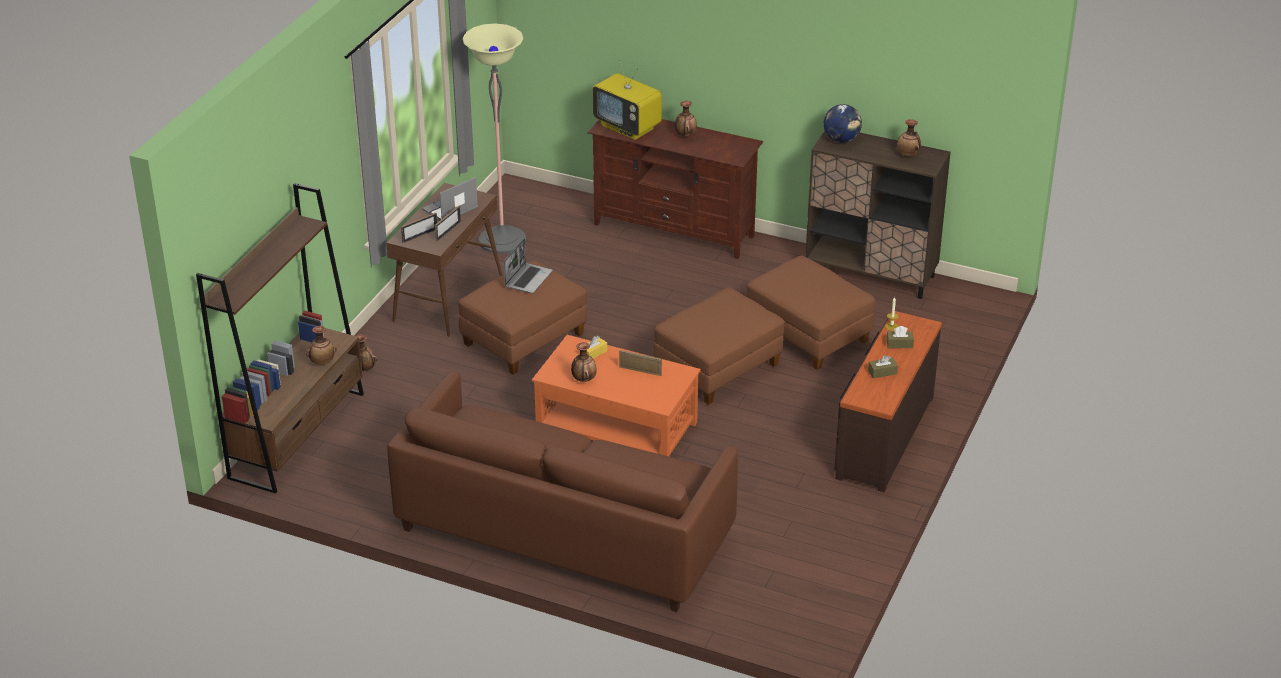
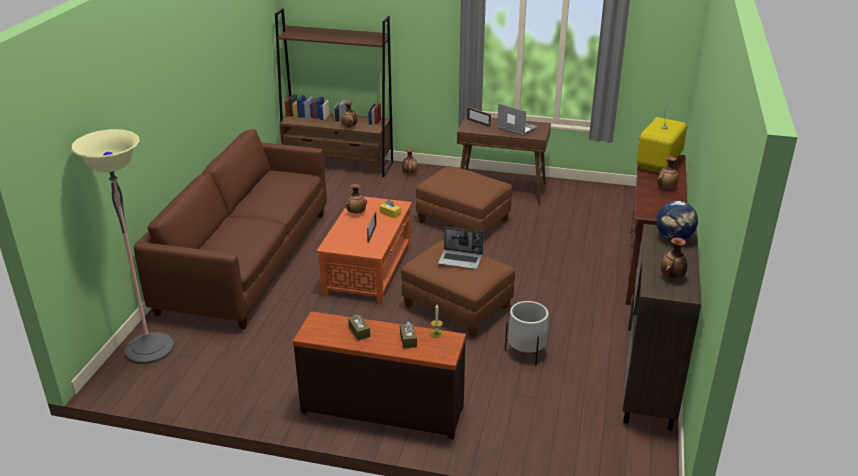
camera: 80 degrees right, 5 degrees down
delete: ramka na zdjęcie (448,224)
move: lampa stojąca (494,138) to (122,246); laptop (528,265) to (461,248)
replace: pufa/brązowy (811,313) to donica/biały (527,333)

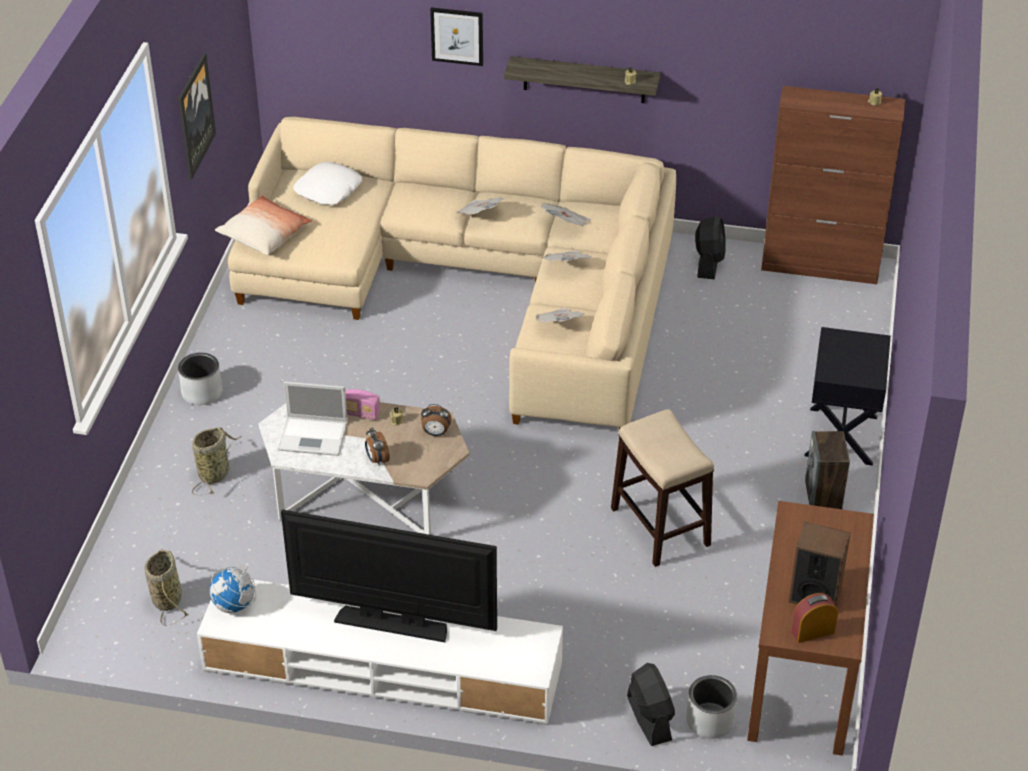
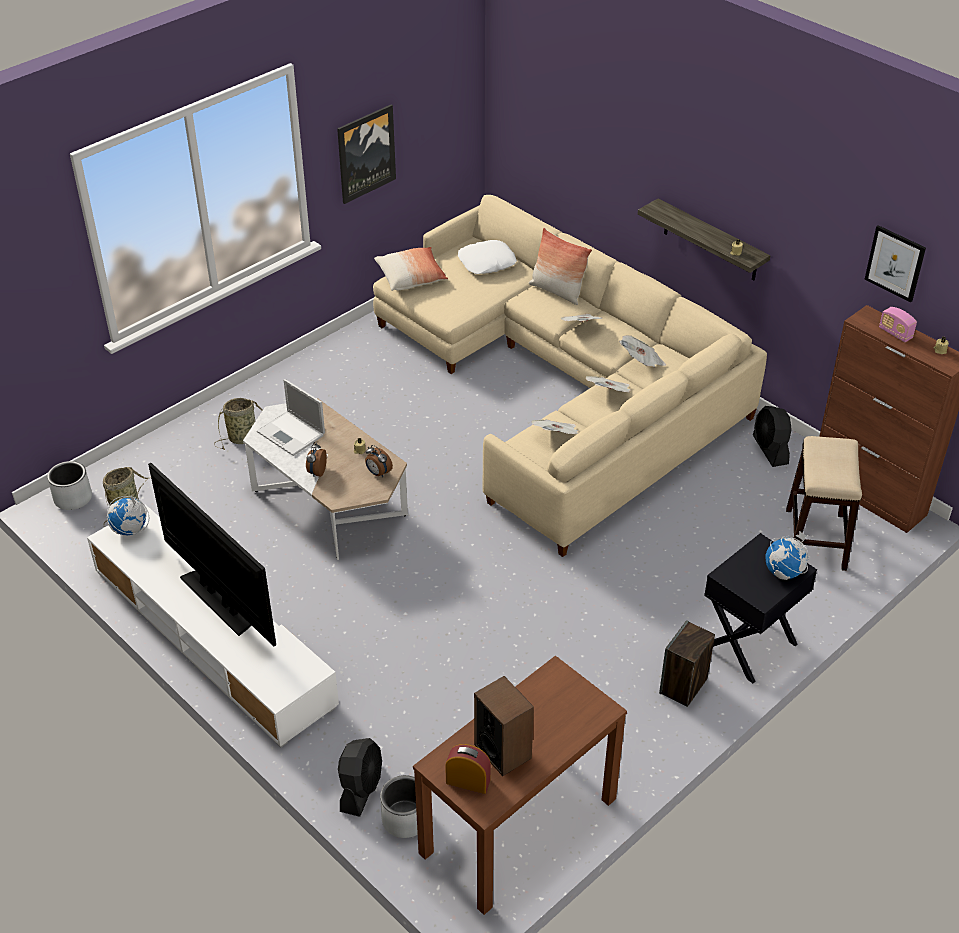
camera: 35 degrees right, 0 degrees up
insert: poduszka (560,266); globus (787,555)
move: donica/szary (200,379) to (69,485); radio (363,404) to (898,325); obraz (456,36) to (895,263); stołek (662,488) to (824,503)
rotate: wentylator/czarny (710,248) = (772,436) 120 degrees clockwise

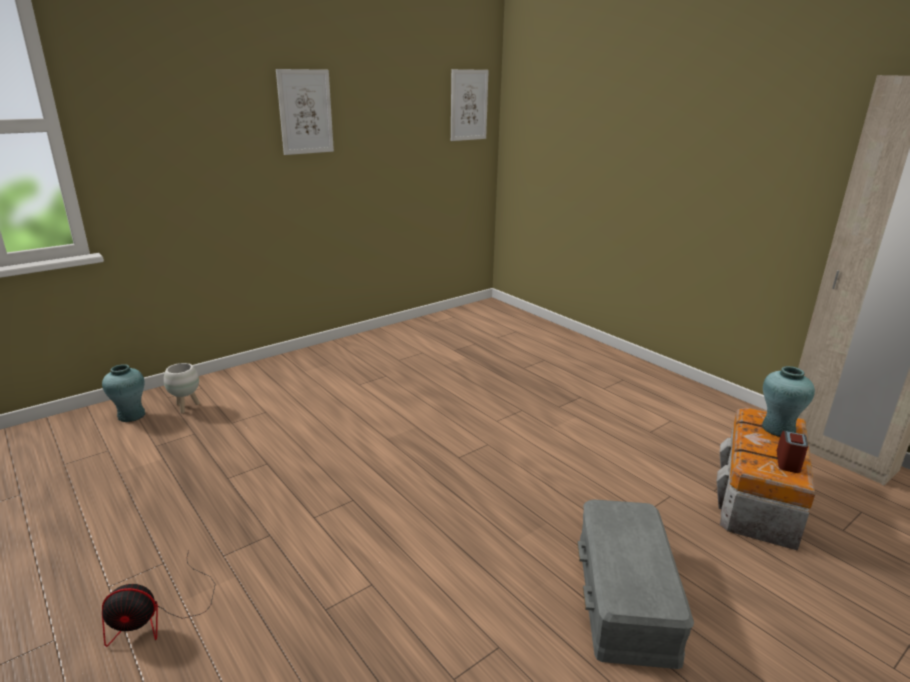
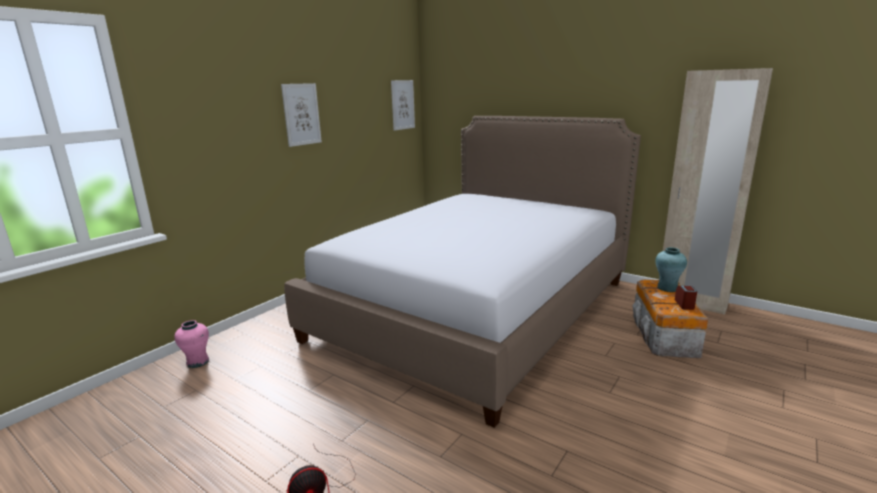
camera: 15 degrees left, 5 degrees down
delete: donica/biały (182,388); pojemnik do przechowywania/szary (635,584)
insert: łóżko (462,272)
recolor: wazon/turkusowy (123,393) to wazon/różowy (191,344)

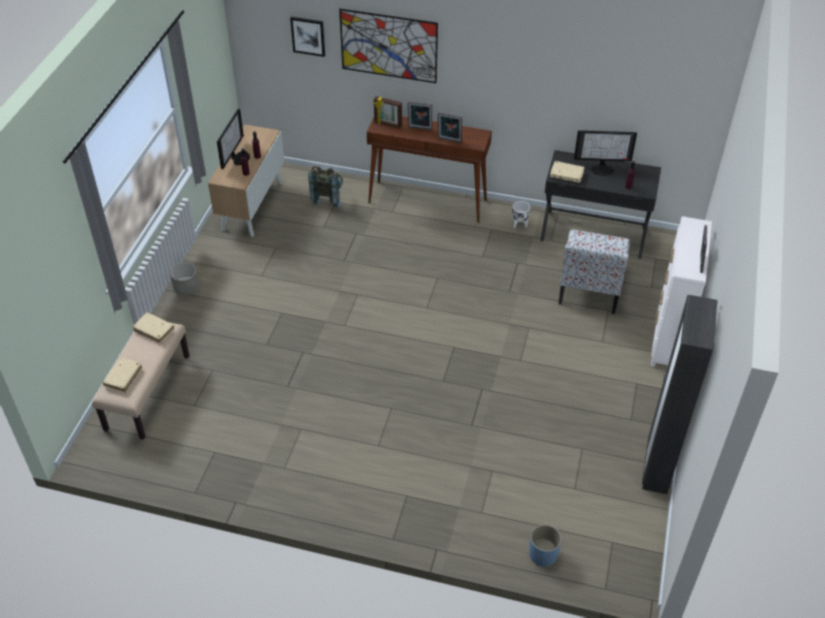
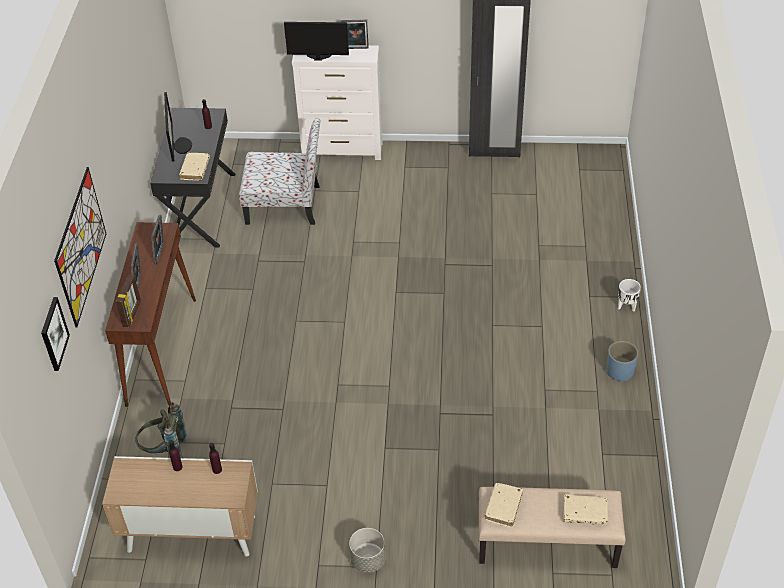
camera: 100 degrees left, 0 degrees up
move: monitor (233,138) to (316,41); donica/biały (521,214) to (629,295); donica/niebieski (545,545) to (622,361)

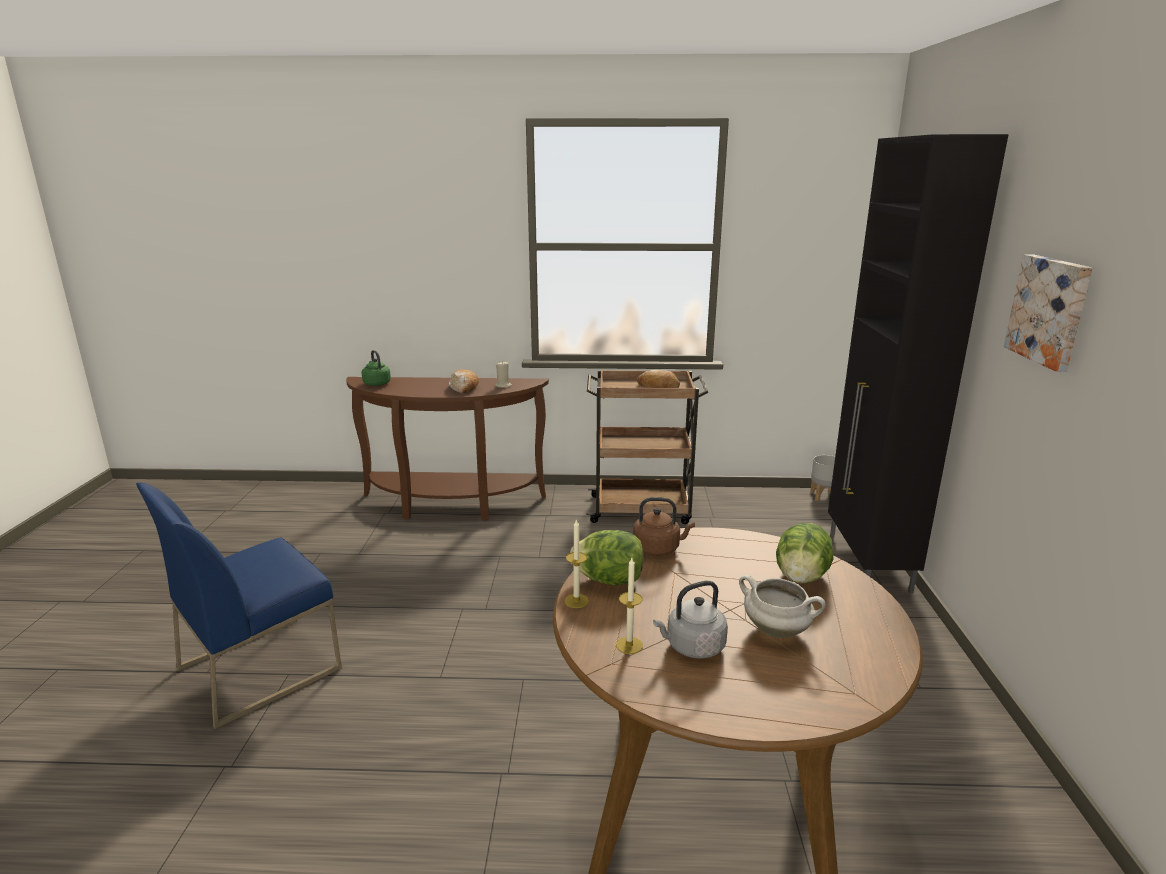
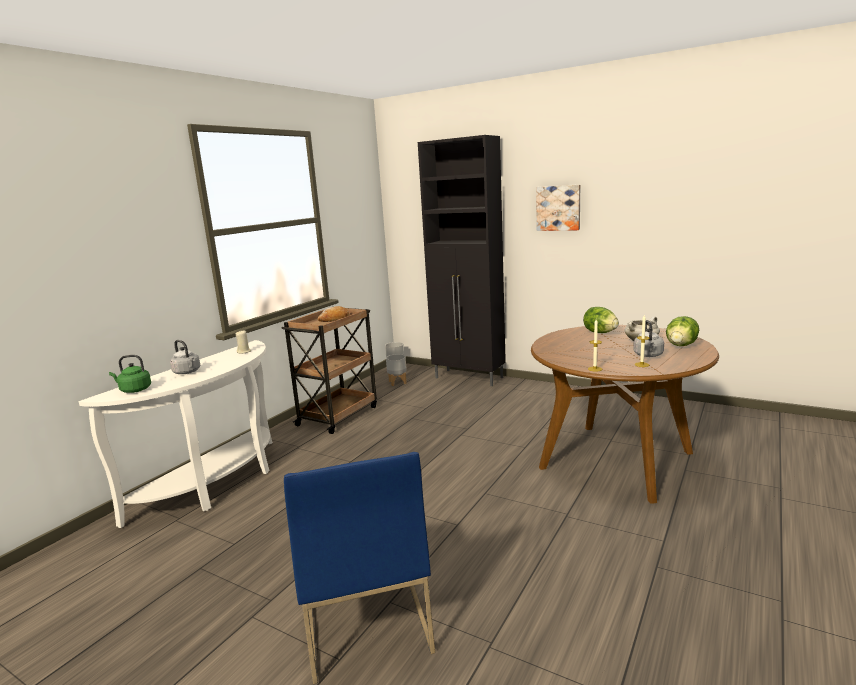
camera: 60 degrees left, 5 degrees down
delete: chleb (464,381); czajnik/brązowy (664,526)
insert: czajnik/szary (185,357); donica/szary (396,370)
move: sałata (607,557) to (682,331)
recolor: stolik konsolowy/brązowy (447,449) to stolik konsolowy/biały (175,434)

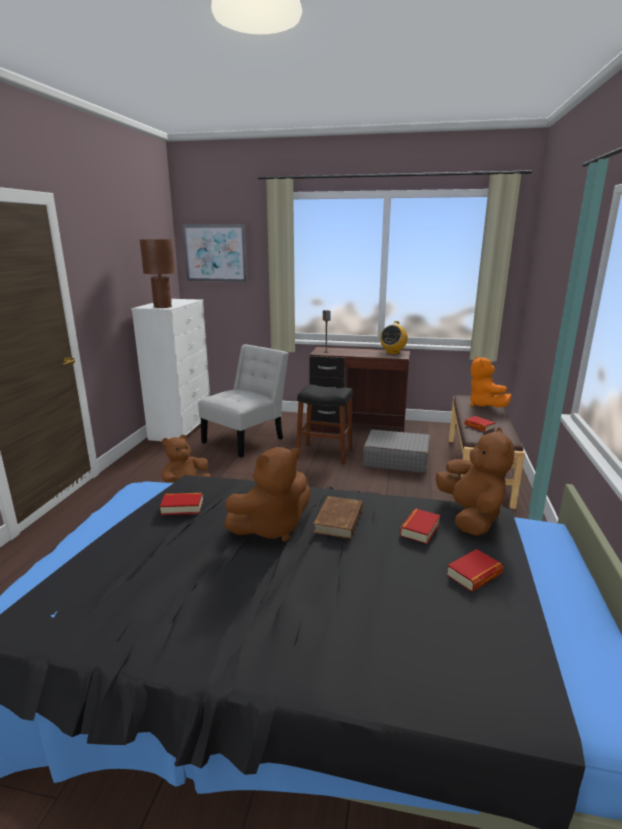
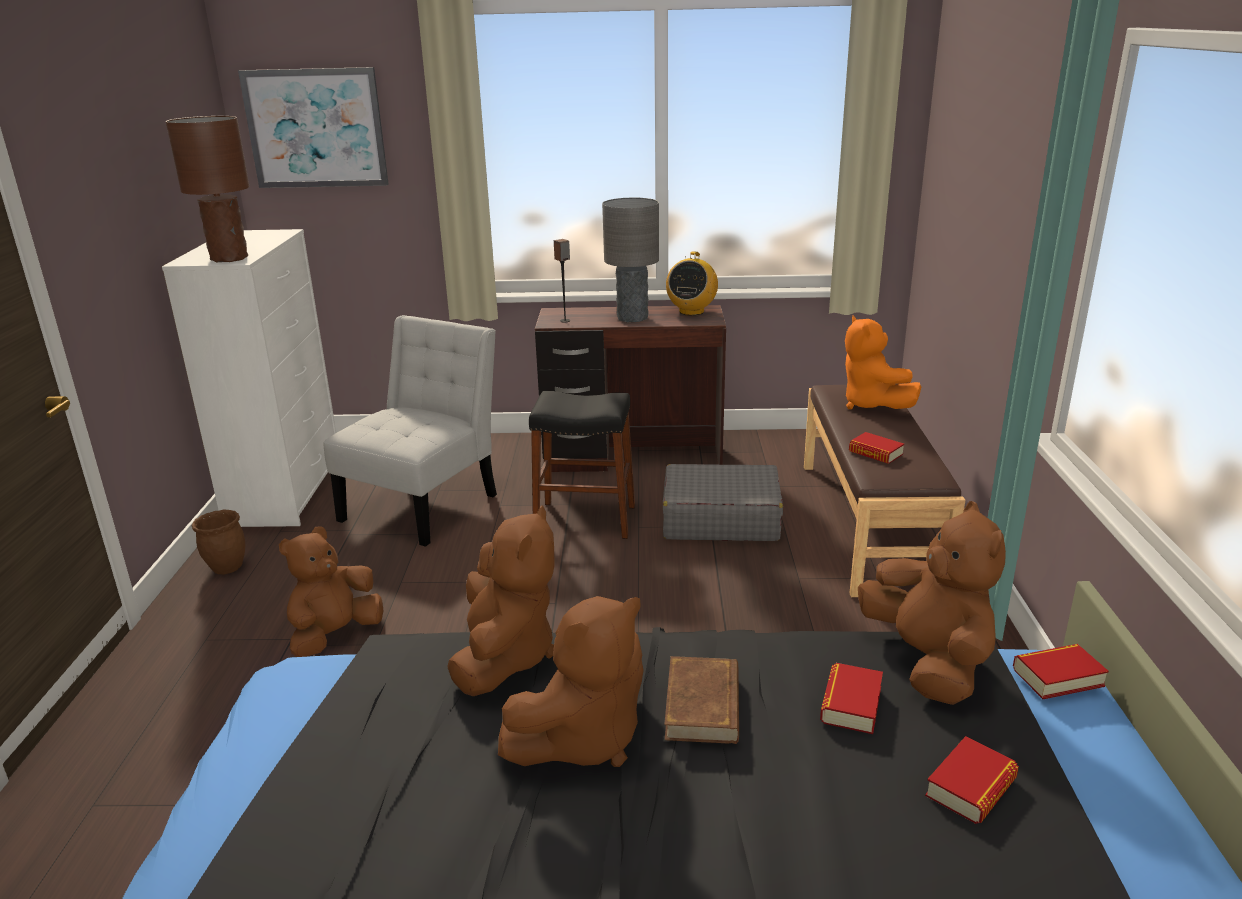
camera: 10 degrees left, 5 degrees up
insert: donica/brązowy (218,542); pluszak/brązowy (500,600); lampa stołowa/szary (630,260)
move: książka (181,504) to (1061,671)

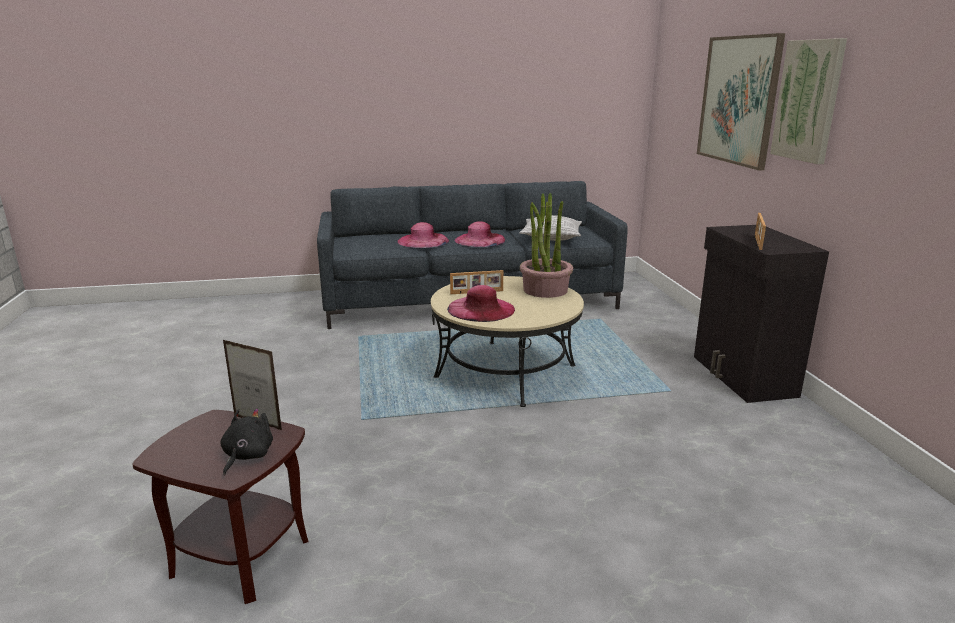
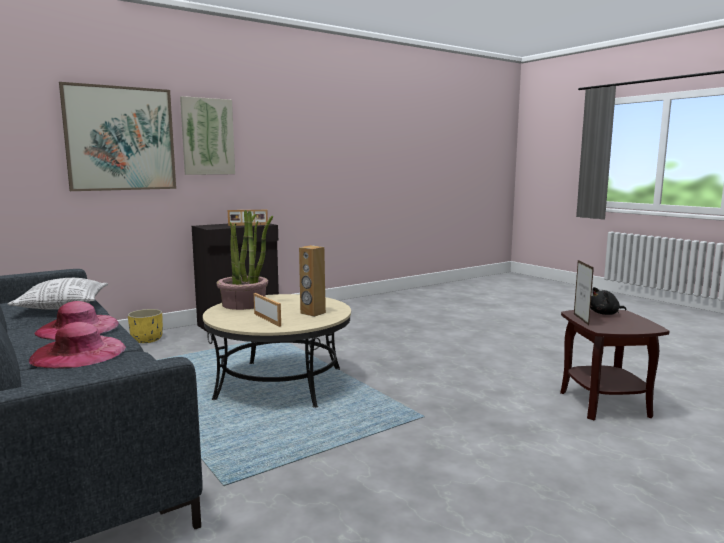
camera: 115 degrees left, 10 degrees down
insert: donica/żółty (145,326)
replace: kapelusz/różowy (481,303) to głośnik/brązowy (312,281)

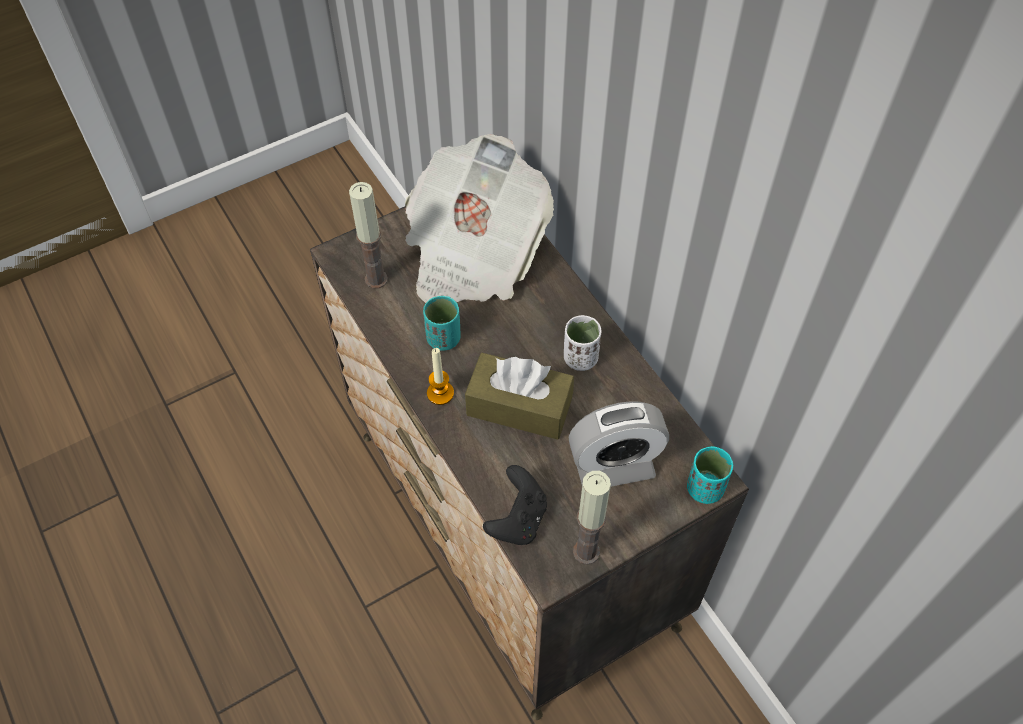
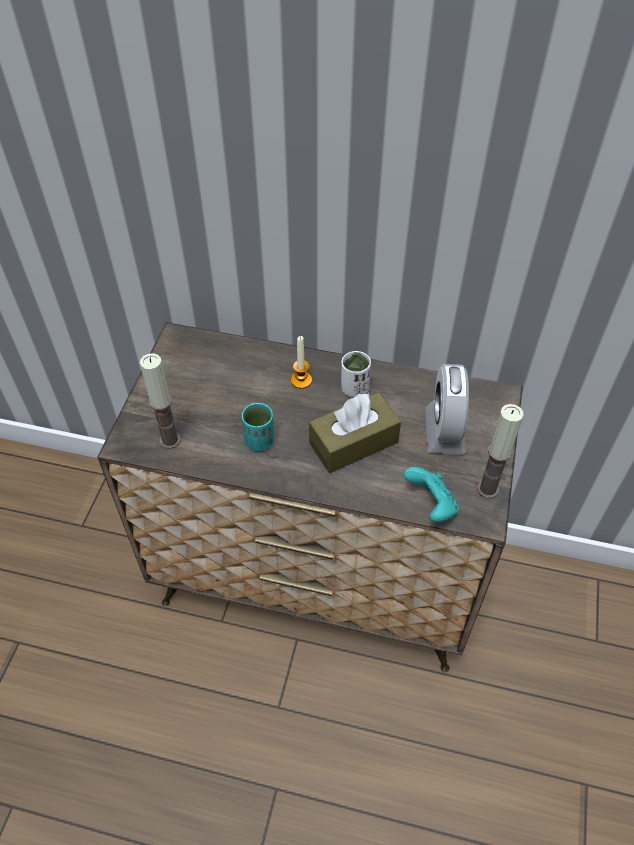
camera: 45 degrees left, 5 degrees down
delete: gazeta (479,218); filiżanka/turkusowy (710,475)
move: świeca (440,376) to (301,362)
recolor: pad do gier/czarny (515,505) to pad do gier/turkusowy (431,494)
rotate: budzik (618,444) = (447,409) 150 degrees clockwise

